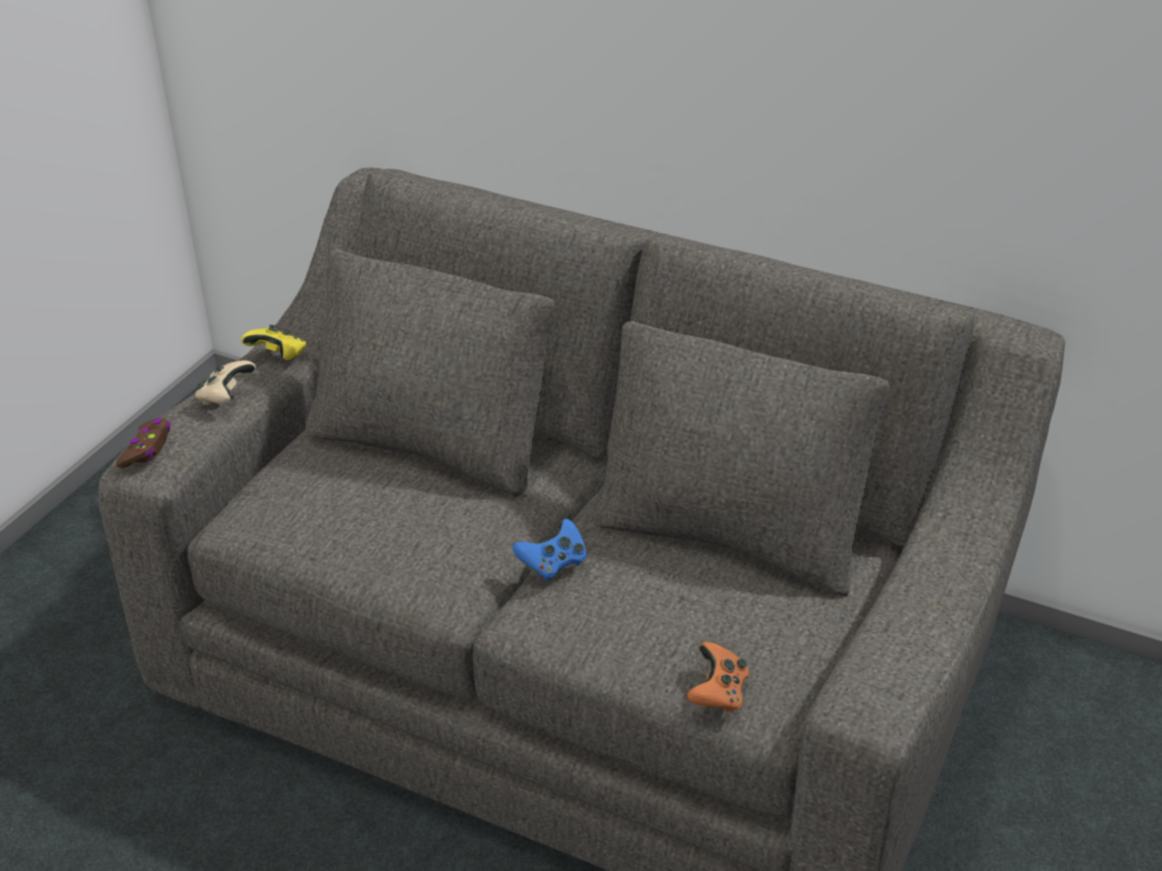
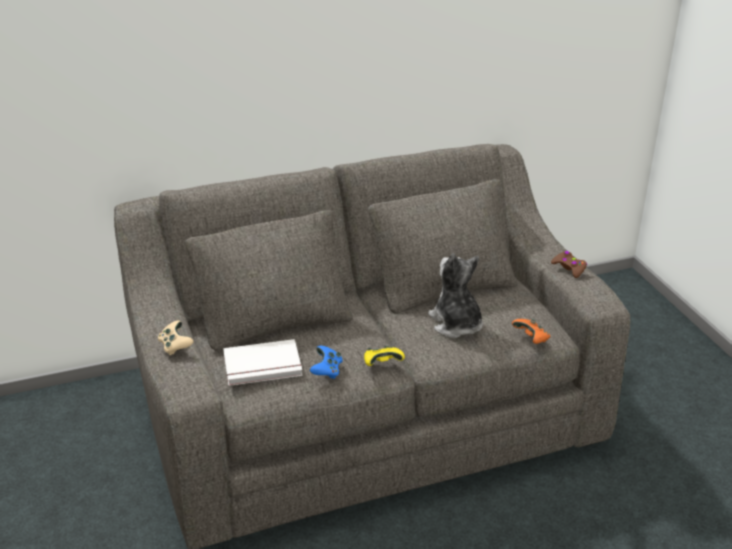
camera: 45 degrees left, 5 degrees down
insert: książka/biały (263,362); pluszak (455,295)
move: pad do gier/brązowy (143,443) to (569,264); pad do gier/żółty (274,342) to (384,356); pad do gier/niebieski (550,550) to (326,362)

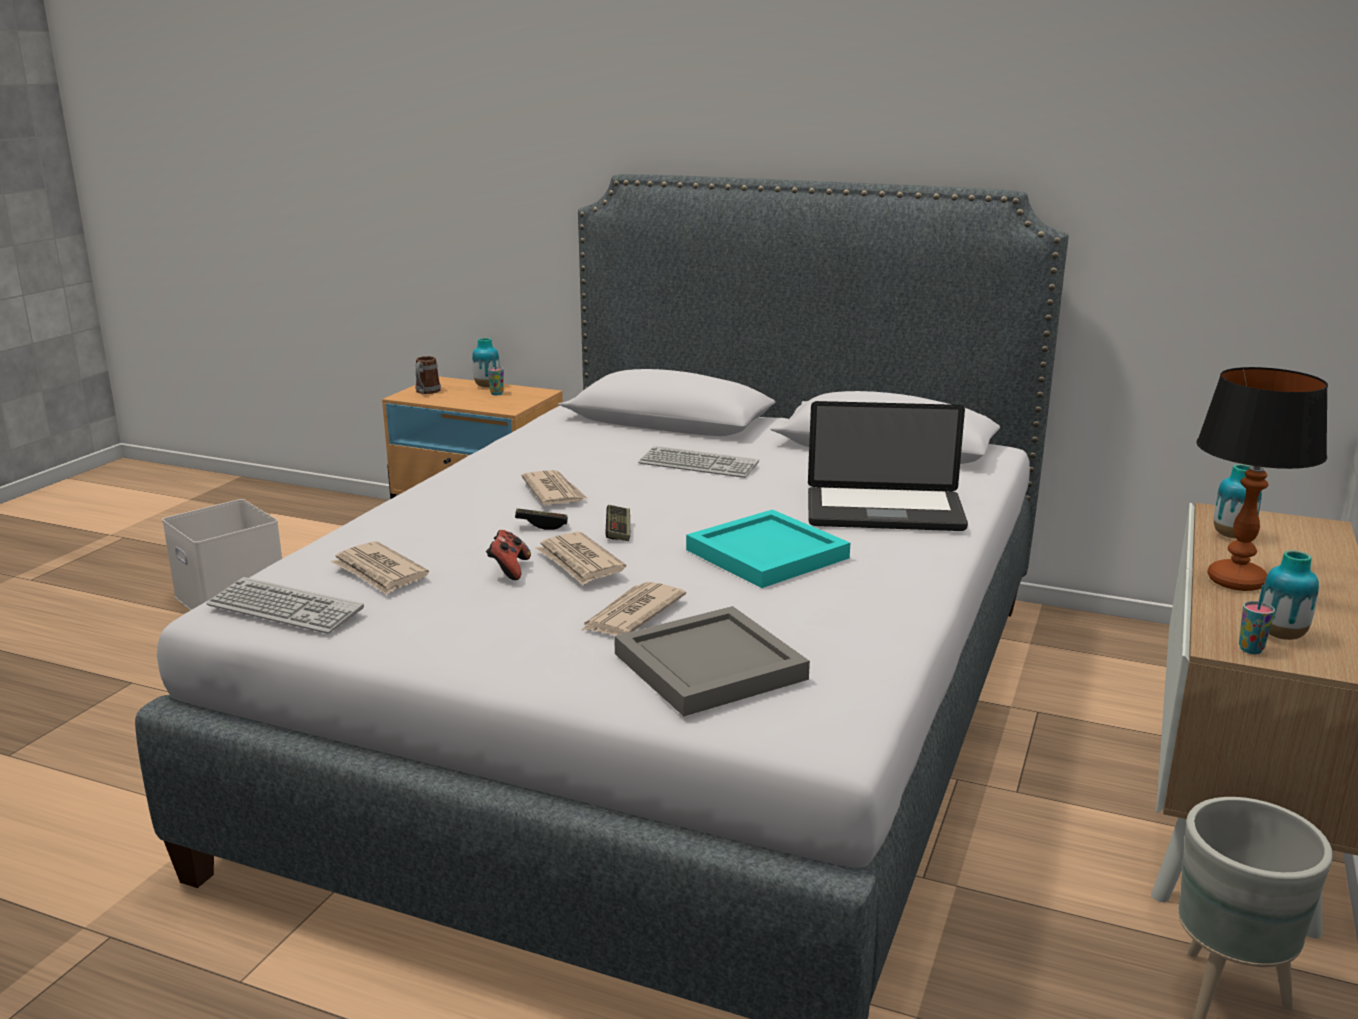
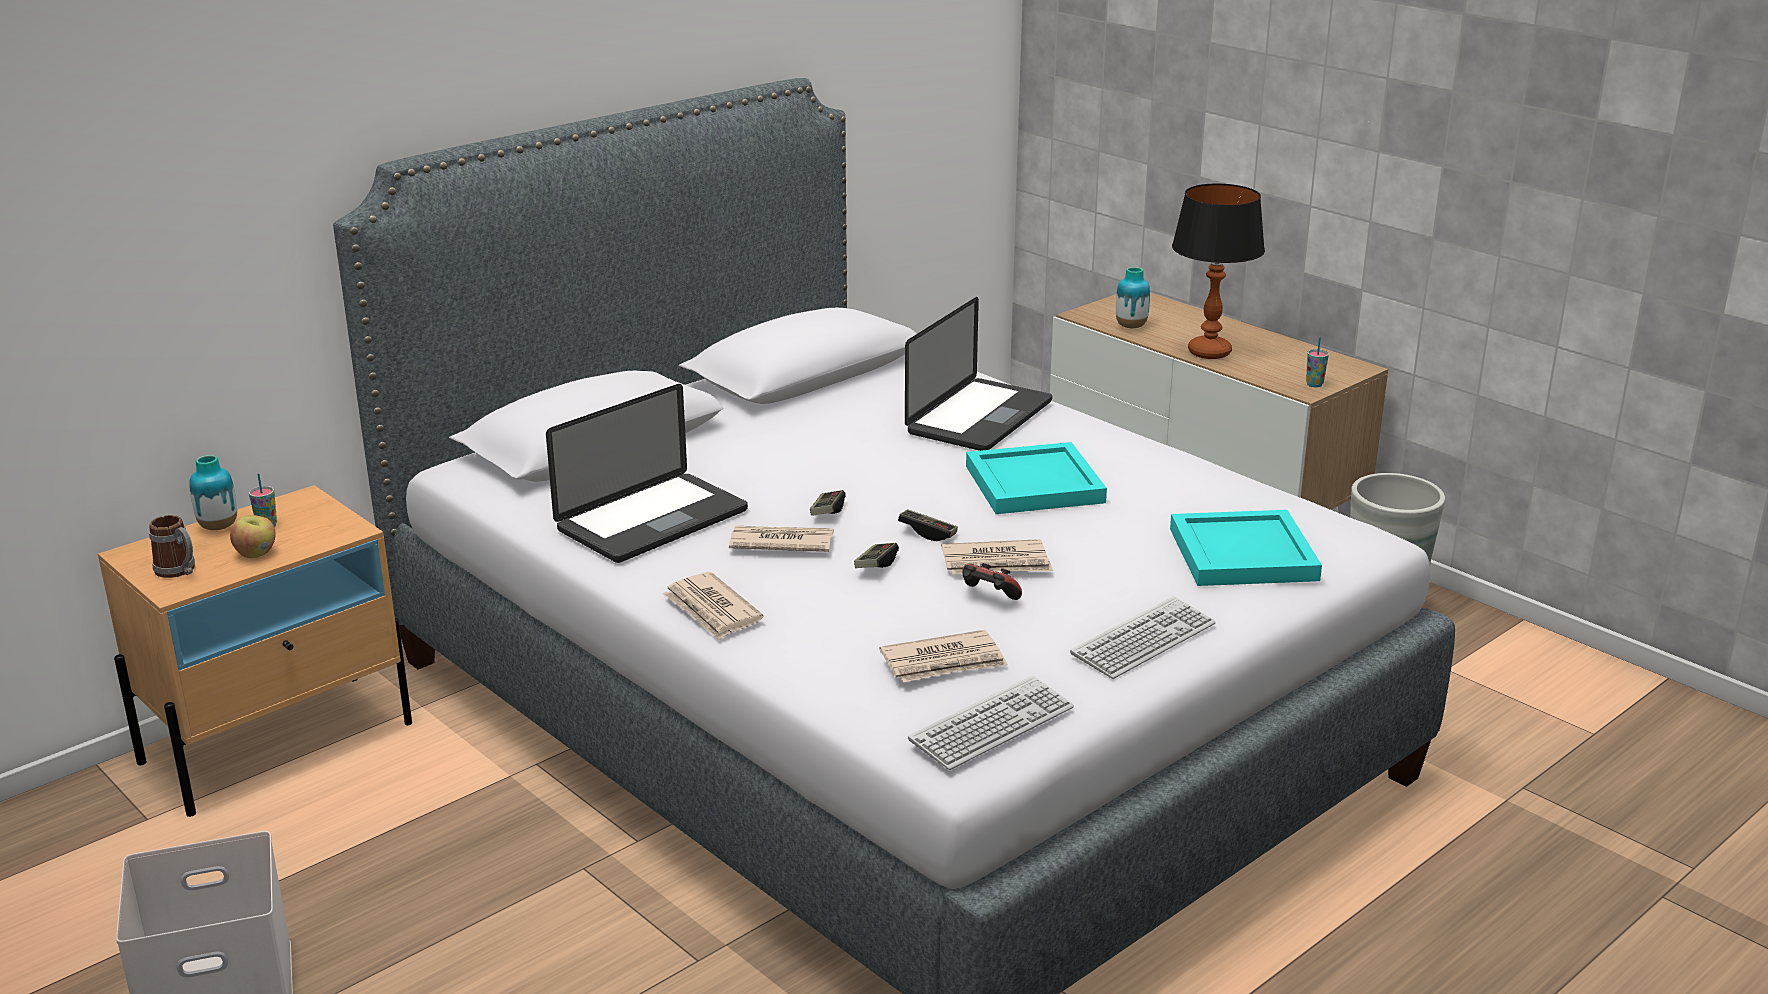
camera: 65 degrees left, 5 degrees up
delete: wazon (1290,595)
insert: jabłko (252,536); laptop (647,473); pad do gier (828,503)
move: gazeta (634,608) to (712,606); klawiatura (698,462) to (1143,638)
recolor: taca/szary (712,661) to taca/turkusowy (1246,548)

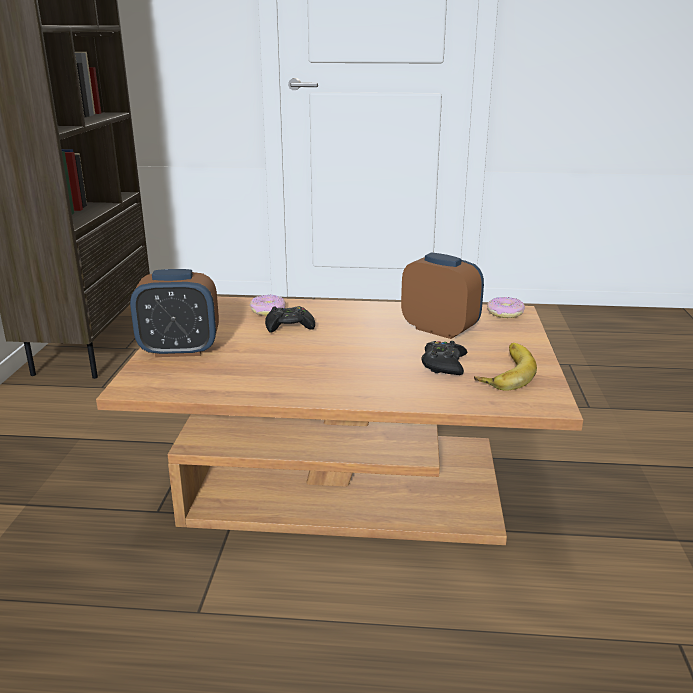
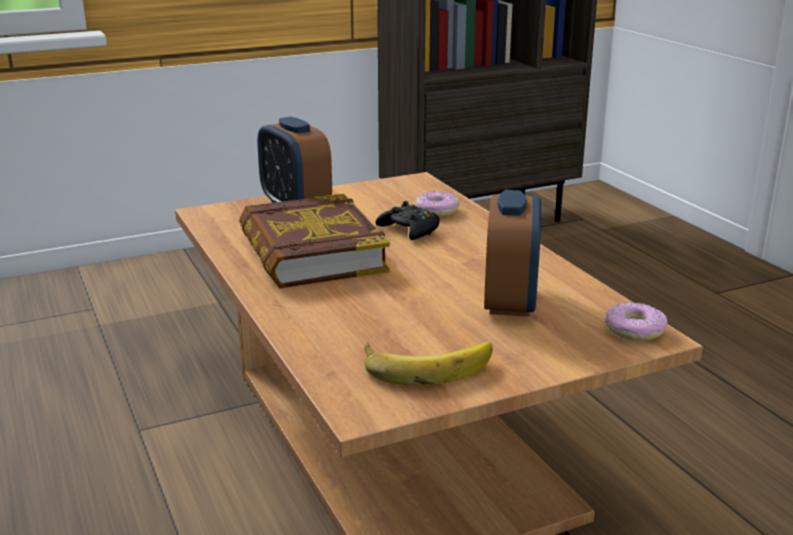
camera: 60 degrees right, 0 degrees up
delete: pad do gier/czarny (444,358)
insert: książka (314,241)

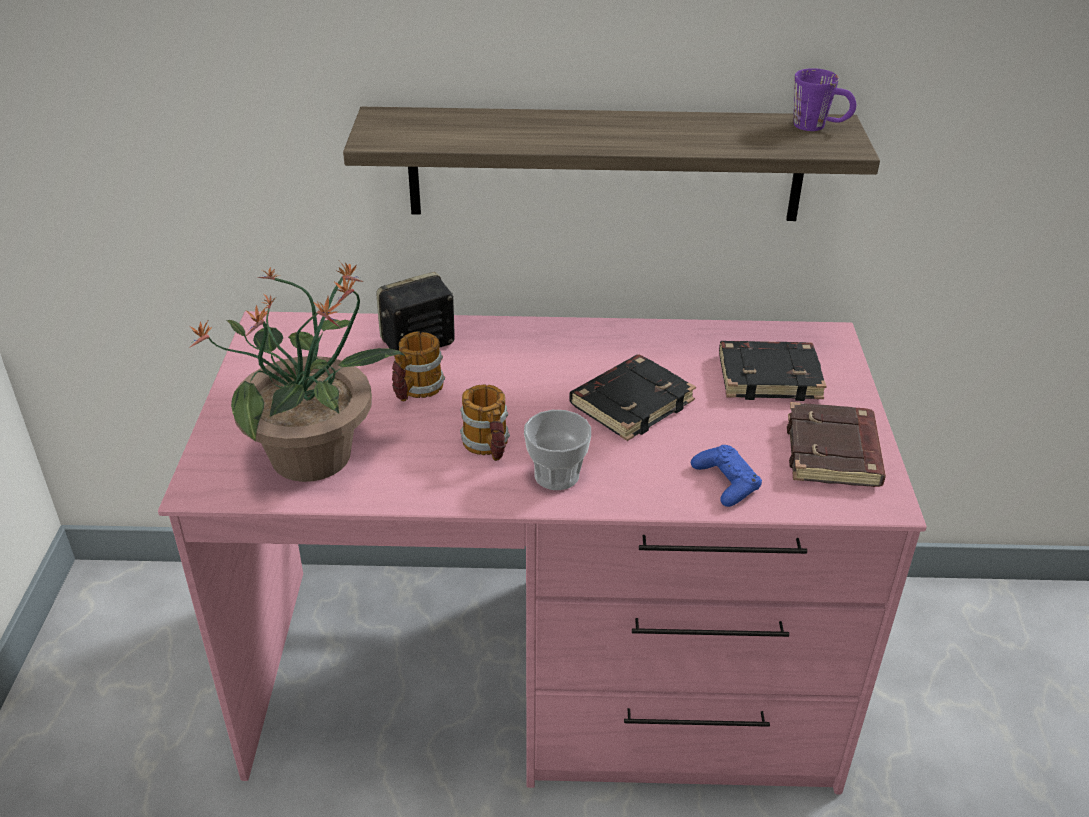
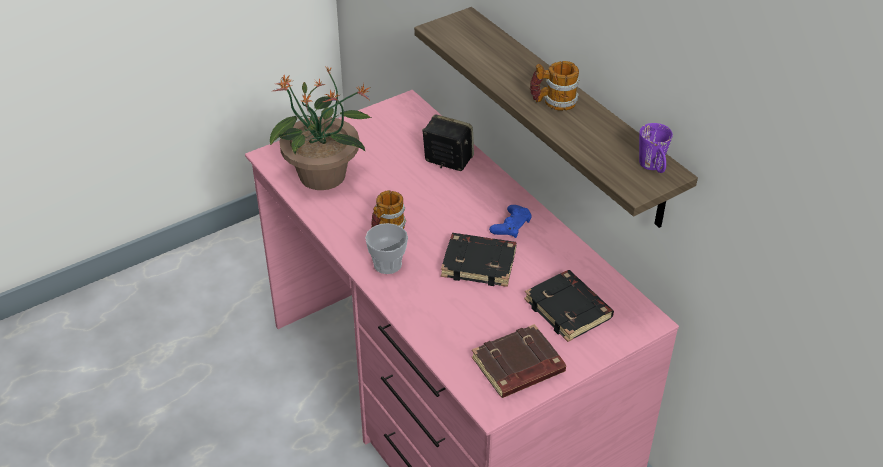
camera: 55 degrees right, 5 degrees up
move: kubek (418,366) to (555,86); pad do gier/niebieski (726,476) to (510,221)

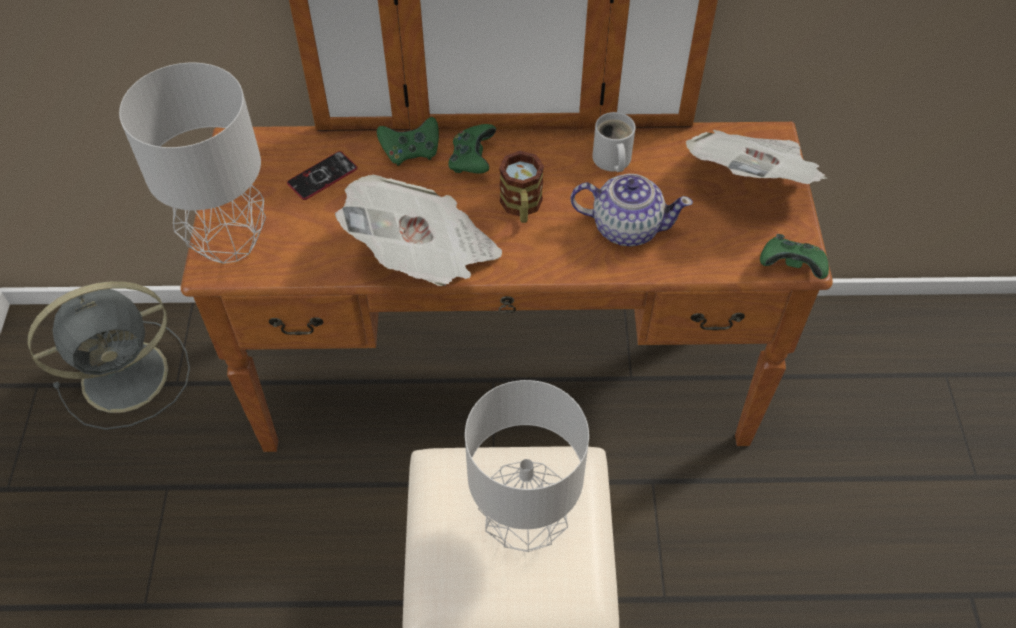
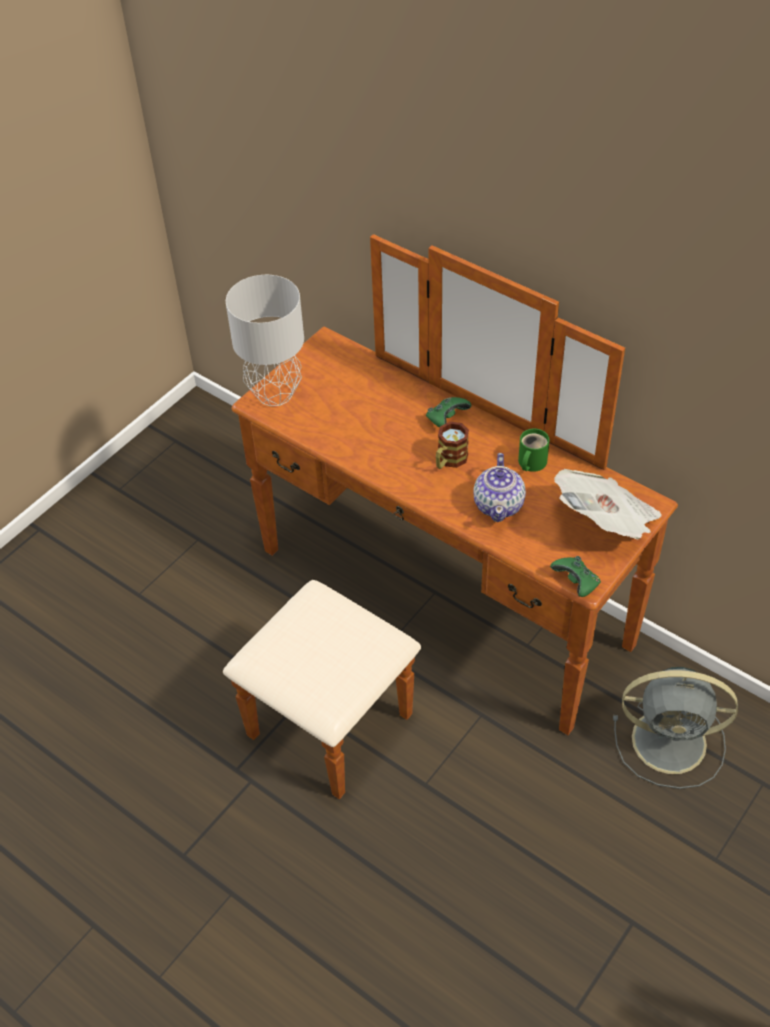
camera: 40 degrees right, 5 degrees down
delete: telefon (322,175); gazeta (418,230); pad do gier/zielony (408,141); lampa stołowa/szary (527,466)
move: wentylator/szary (109,355) to (675,728)
recolor: kubek/biały (613,142) to kubek/zielony (533,450)
rotate: imbryk (631,210) = (499,487) 45 degrees clockwise

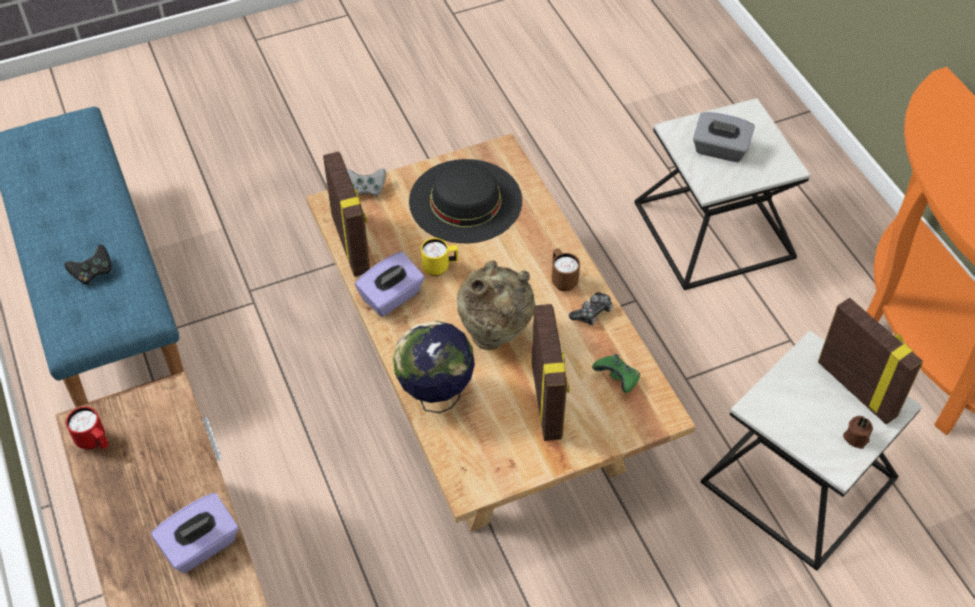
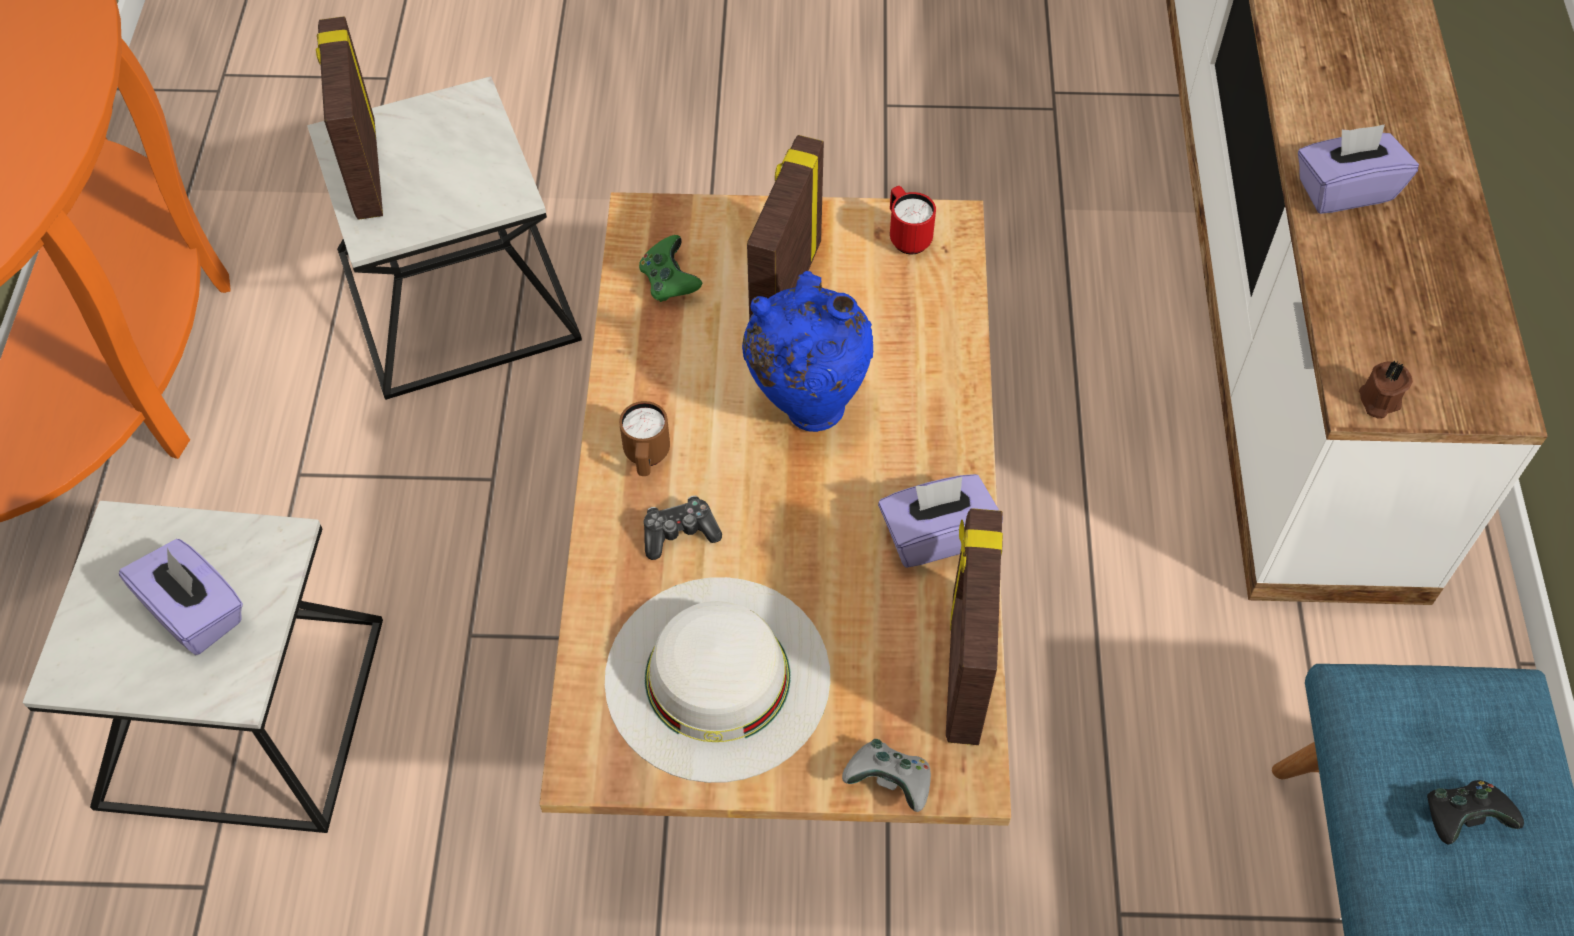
camera: 155 degrees left, 5 degrees up
delete: globus (434,367); kubek/żółty (439,257)
move: kubek/czerwony (87,428) to (913,220); pad do gier (591,309) to (683,528); świeca/brązowy (858,432) to (1386,389)
recolor: kapelusz/czarny (465,201) to kapelusz/biały (717,680); wazon/beżowy (496,305) to wazon/niebieski (807,351); pudełko chusteczek/szary (724,137) to pudełko chusteczek/fioletowy (181,597)

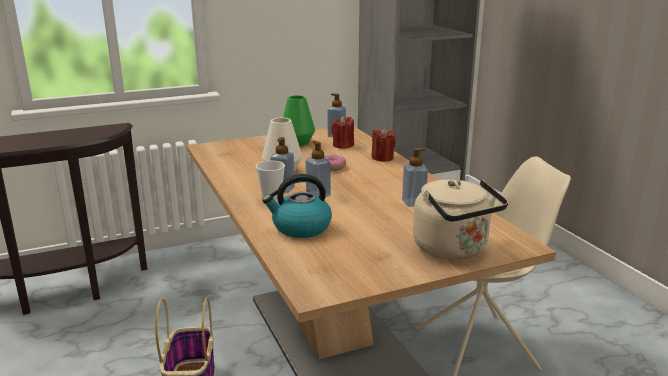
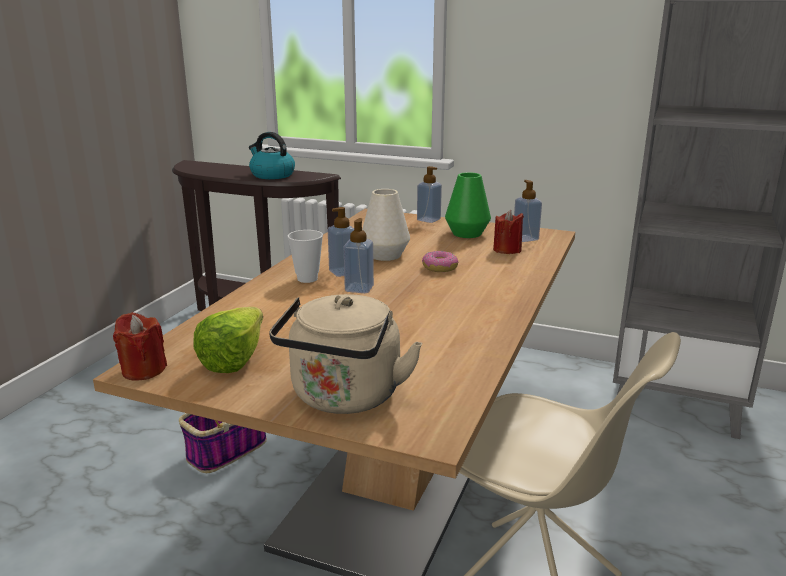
camera: 45 degrees right, 0 degrees up
insert: sałata (228,340)
move: czajnik (297,206) to (272,155); świeca/czerwony (383,144) to (140,346); dozownik mydła (415,177) to (429,194)

